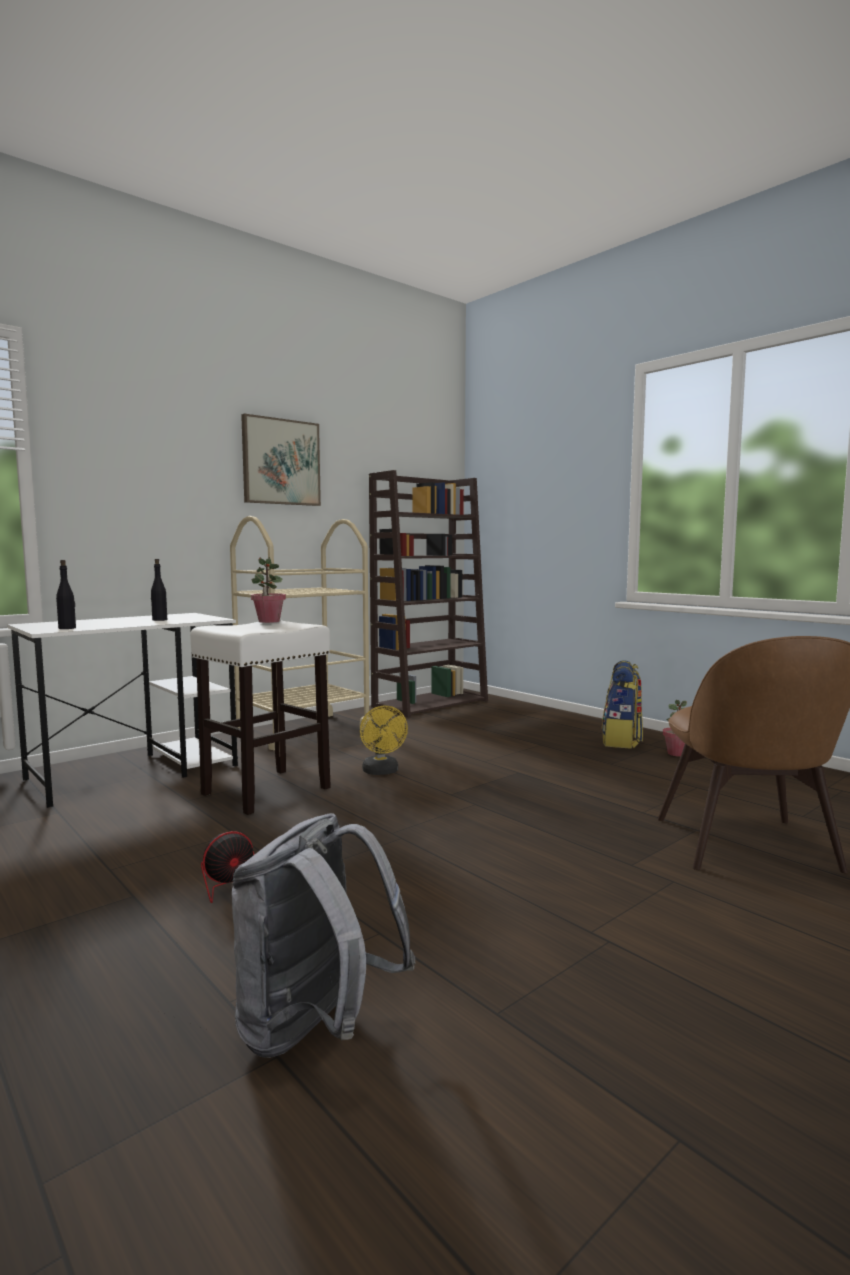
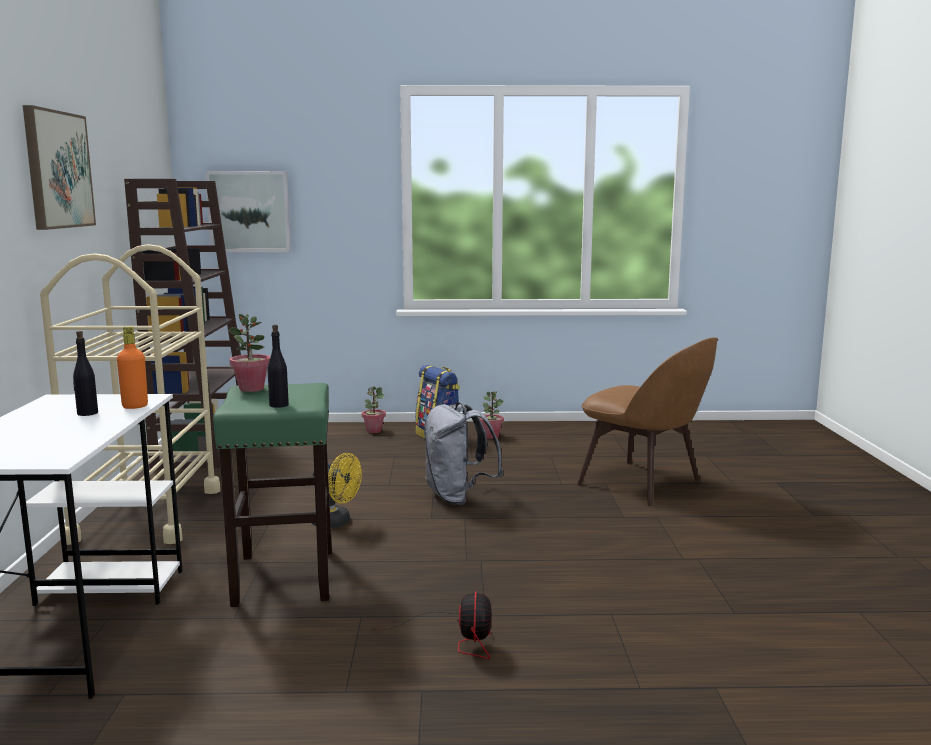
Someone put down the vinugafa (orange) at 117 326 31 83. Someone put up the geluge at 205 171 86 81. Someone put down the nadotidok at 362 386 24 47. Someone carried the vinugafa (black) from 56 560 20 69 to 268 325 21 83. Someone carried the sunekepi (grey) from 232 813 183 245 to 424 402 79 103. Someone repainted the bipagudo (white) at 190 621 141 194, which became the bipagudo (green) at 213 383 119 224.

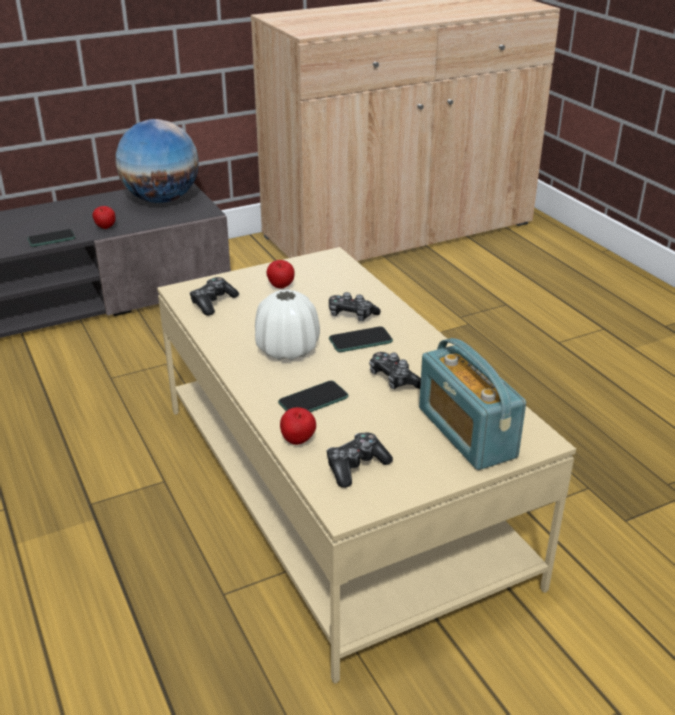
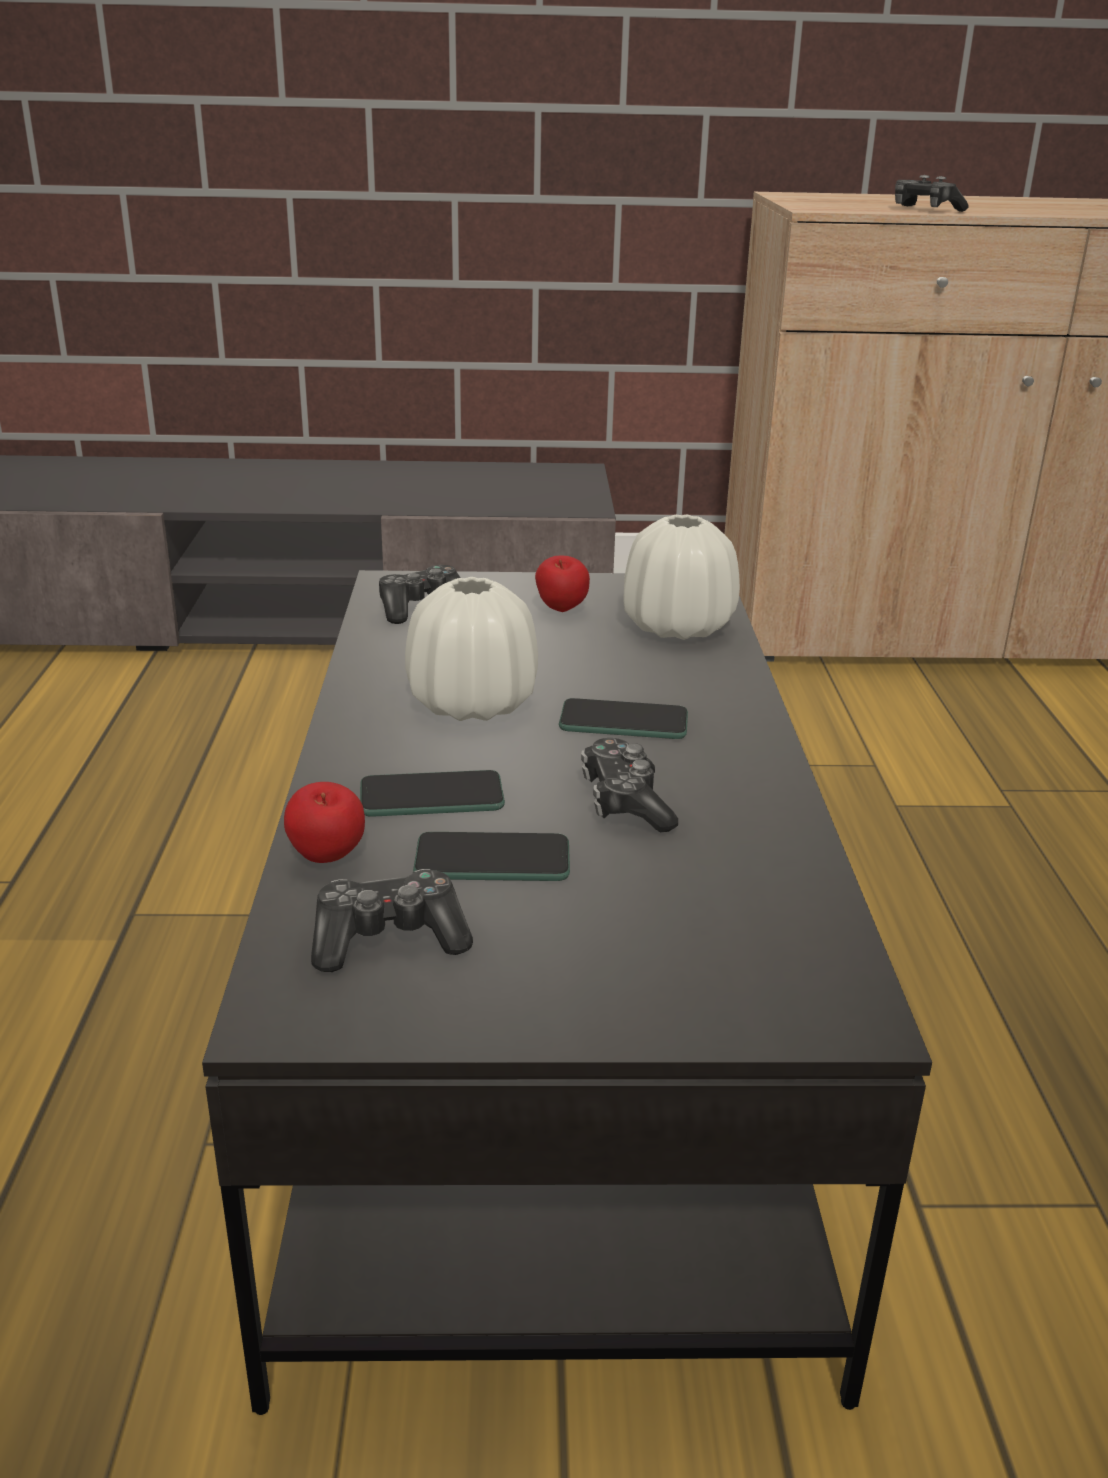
Someone took away the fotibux at 92 206 24 23. Someone took away the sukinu at 115 119 84 84. Someone took away the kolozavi at 419 338 107 132. Someone put down the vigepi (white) at 623 515 117 125. Someone carried the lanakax from 28 229 47 18 to 413 832 157 49. Someone carried the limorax from 329 292 52 29 to 895 175 74 37. Someone repainted the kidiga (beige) at 157 247 419 436, which became the kidiga (black) at 202 570 730 845.

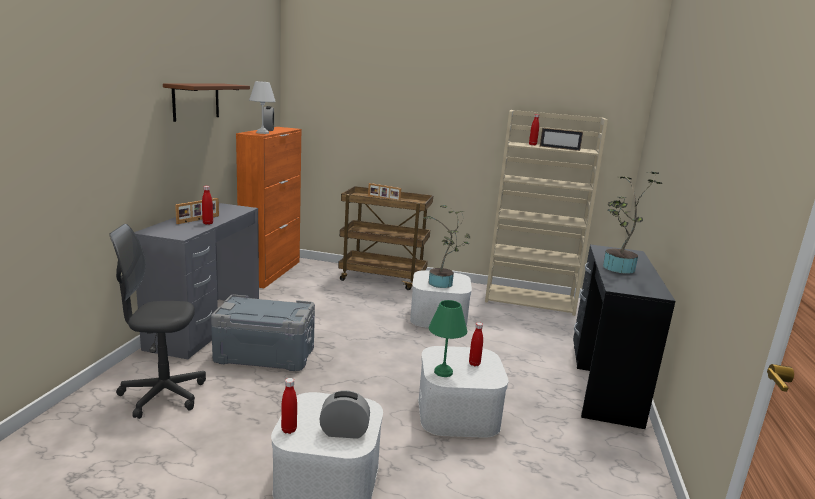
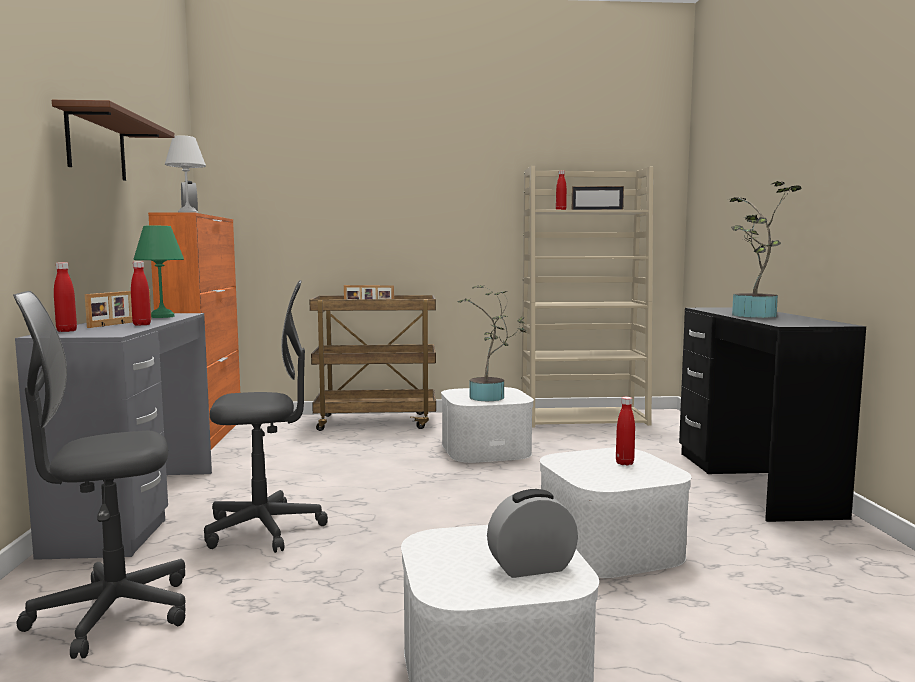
Someone carried the vinugafa (red) from 281 378 16 56 to 54 262 23 70. Someone carried the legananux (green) from 429 300 38 77 to 134 226 50 92. Someone swapped the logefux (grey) at 211 295 104 76 for the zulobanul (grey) at 204 280 124 273.

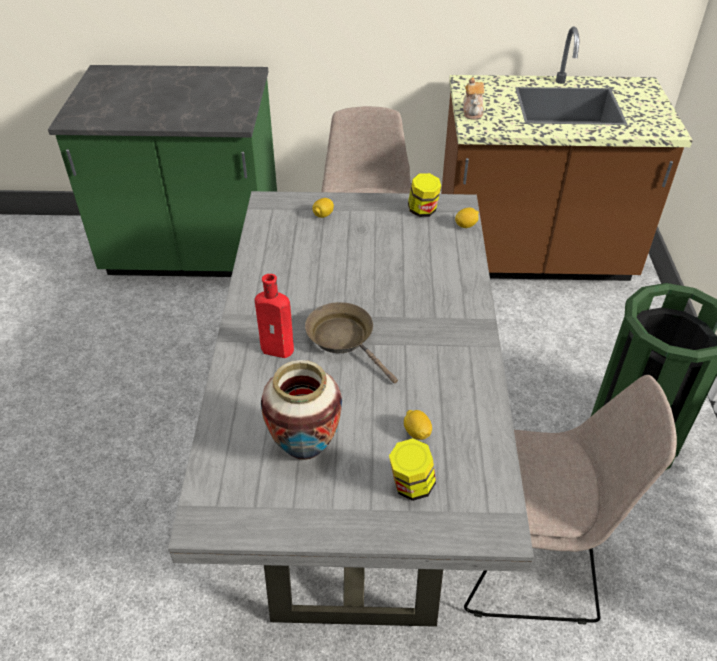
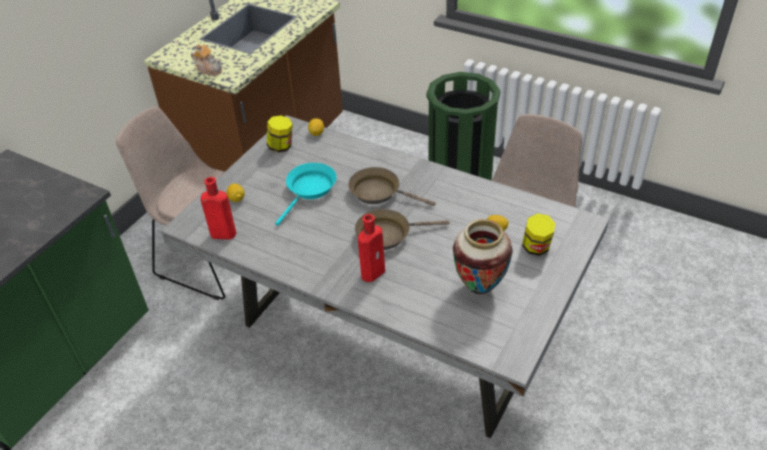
Someone put down the vinugafa (red) at 200 177 36 63. Someone put down the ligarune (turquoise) at 275 163 62 63. Someone put down the ligarune (brown) at 348 167 87 39.

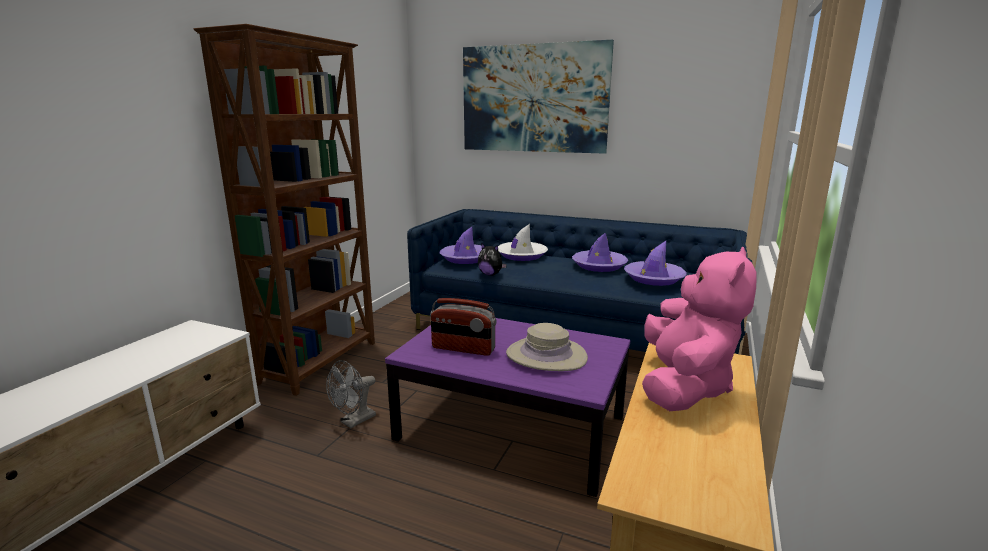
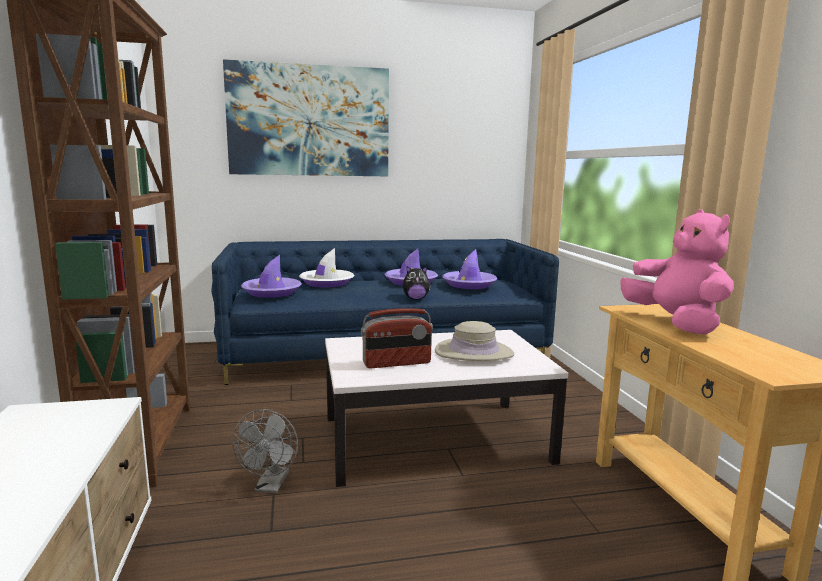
Someone carried the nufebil from 478 243 29 33 to 403 266 28 34. Someone repainted the kidiga (purple) at 385 318 245 179, which became the kidiga (white) at 325 330 243 157.

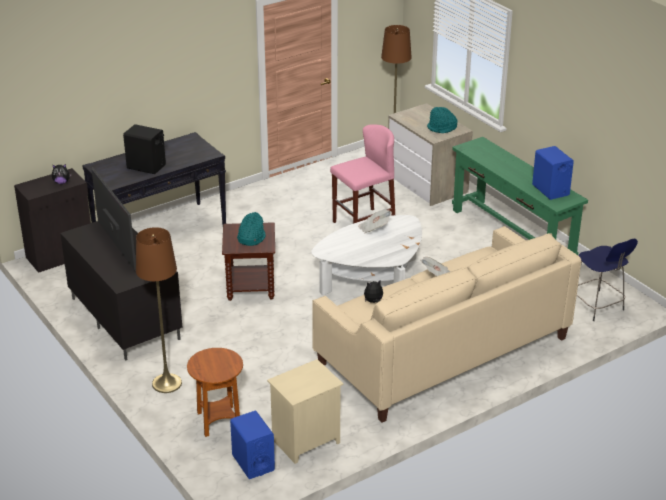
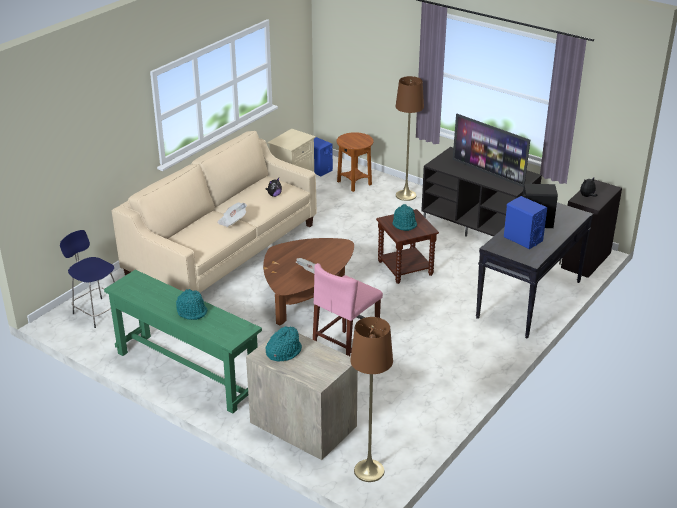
Someone put down the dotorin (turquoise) at 176 289 32 31. Someone carried the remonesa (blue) from 532 146 42 54 to 504 196 43 53. Someone repainted the kidiga (white) at 311 215 111 80, which became the kidiga (brown) at 263 238 91 87.

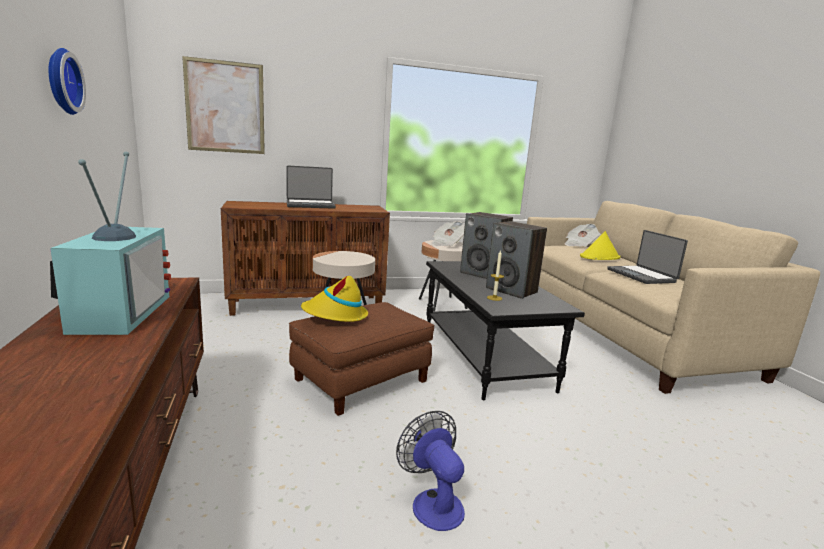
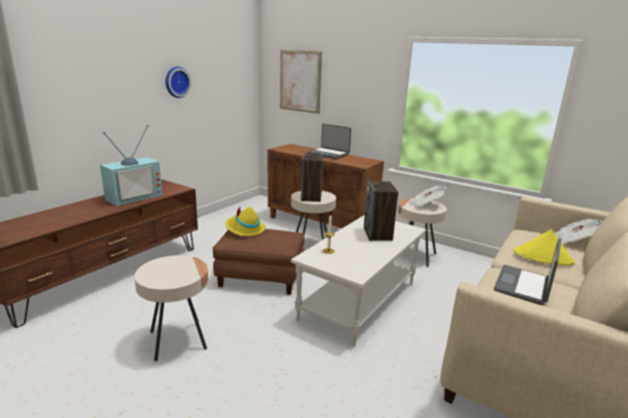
Someone carried the remonesa from 486 221 61 78 to 301 153 22 49. Someone swapped the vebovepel at 396 411 69 120 for the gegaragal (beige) at 134 255 74 106. Someone repainted the kidiga (black) at 426 261 159 139, which became the kidiga (white) at 291 215 135 131.

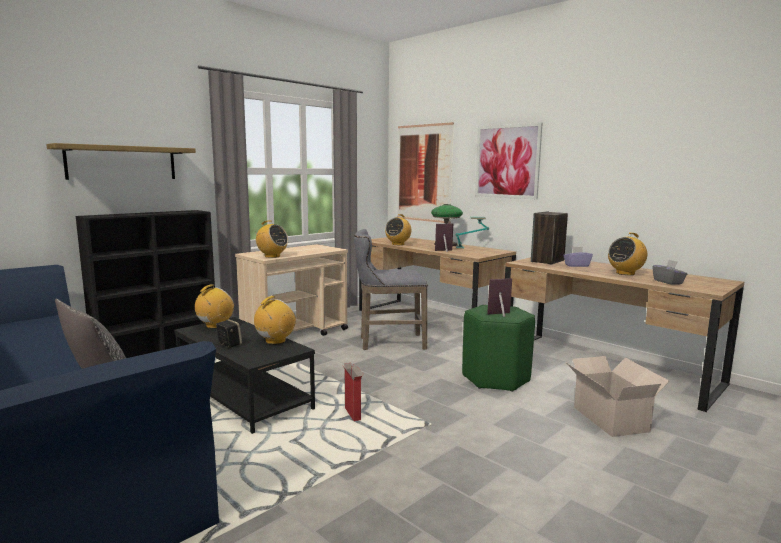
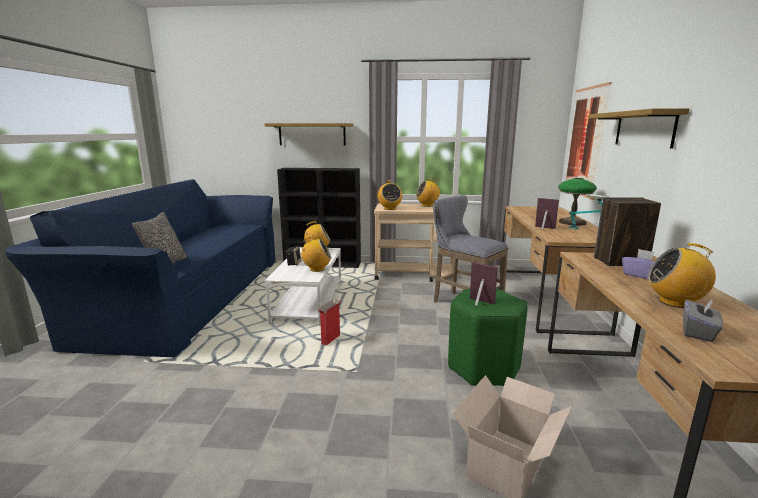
Someone carried the kolozavi from 385 214 26 31 to 416 178 24 29. Someone swapped the geluge at 475 122 68 77 for the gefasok at 588 108 101 41. Someone repainted the kidiga (black) at 174 317 141 117, which became the kidiga (white) at 265 247 76 79.

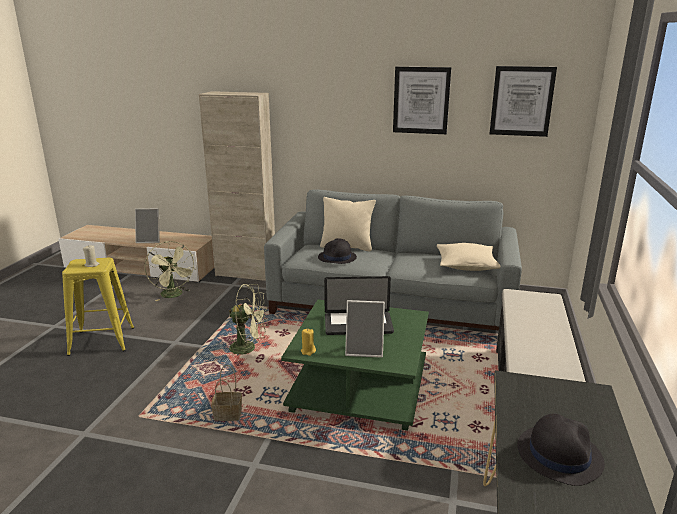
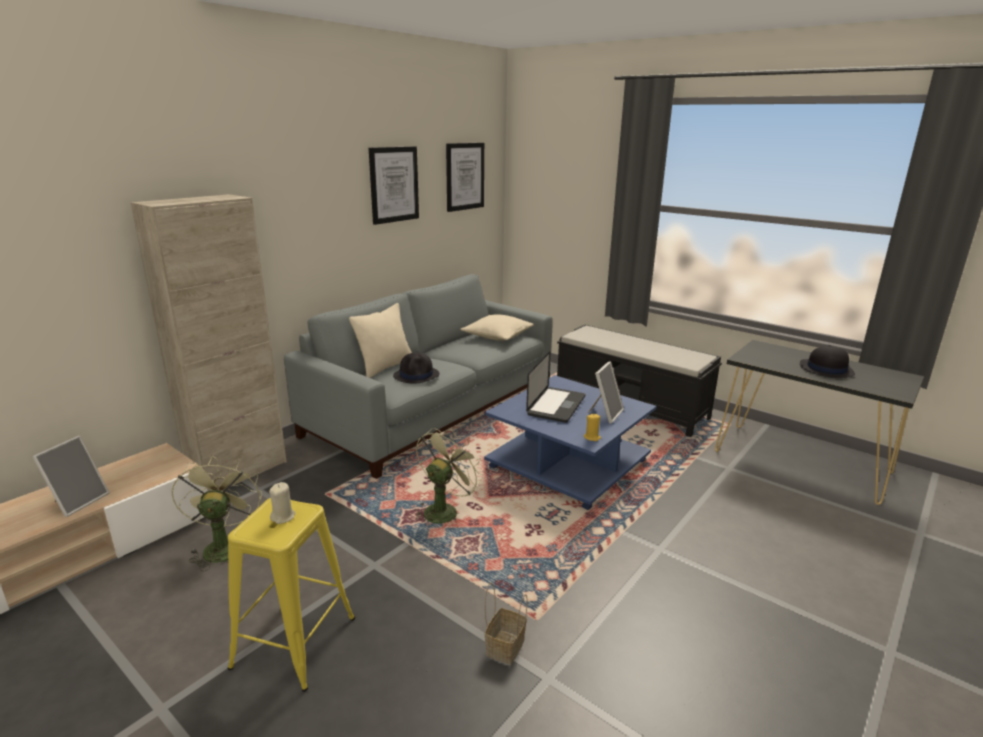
Someone carried the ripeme from 211 365 31 56 to 485 583 43 82. Someone repainted the kidiga (green) at 281 299 148 132, which became the kidiga (blue) at 484 375 173 135. Someone rotated the vebovepel (green) at 145 241 51 60 by 90 degrees counterclockwise.

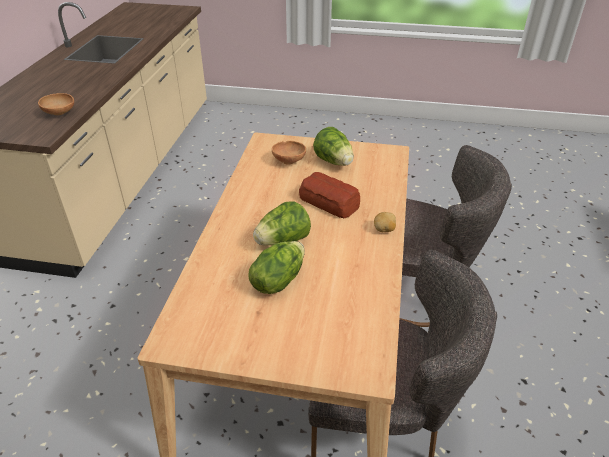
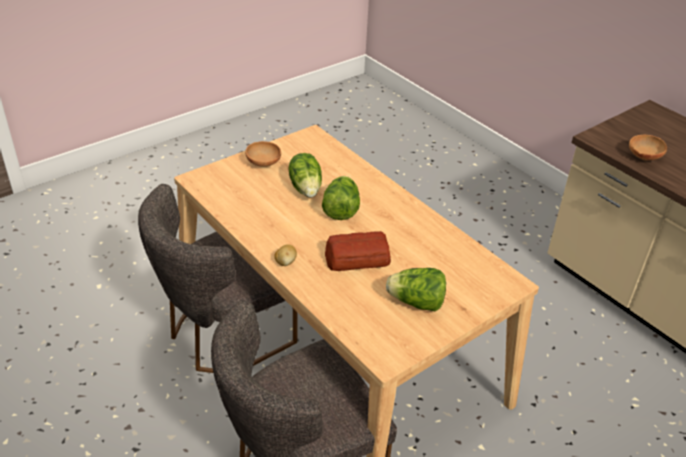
Someone carried the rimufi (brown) from 272 141 34 24 to 245 141 36 26.

